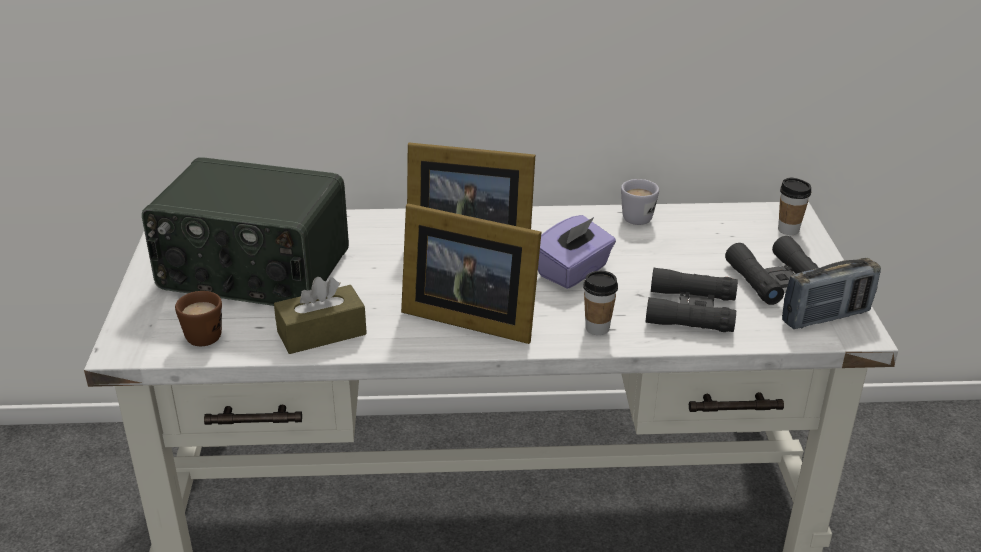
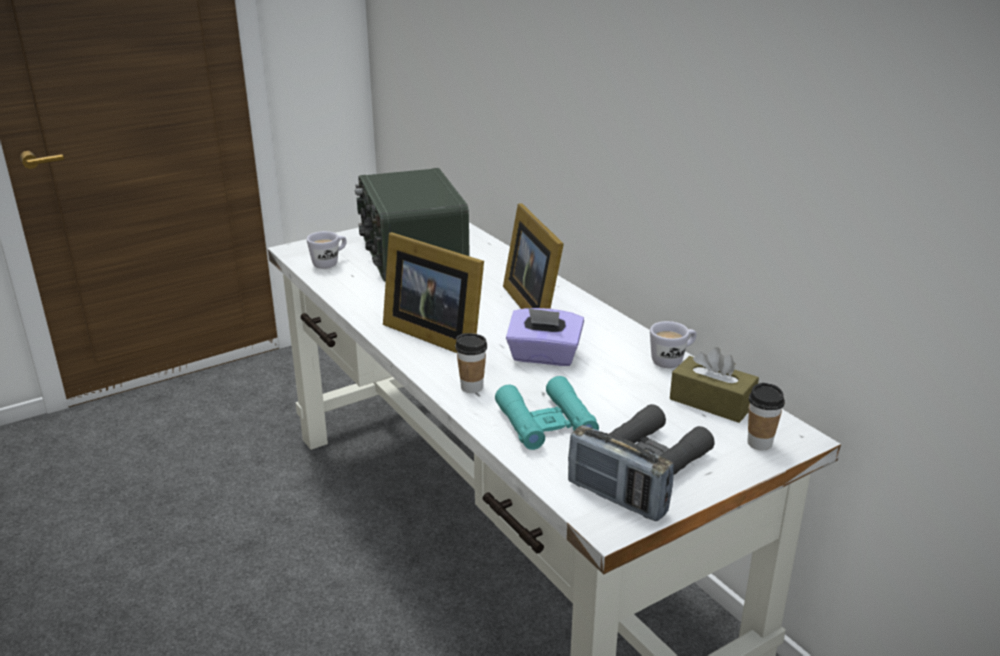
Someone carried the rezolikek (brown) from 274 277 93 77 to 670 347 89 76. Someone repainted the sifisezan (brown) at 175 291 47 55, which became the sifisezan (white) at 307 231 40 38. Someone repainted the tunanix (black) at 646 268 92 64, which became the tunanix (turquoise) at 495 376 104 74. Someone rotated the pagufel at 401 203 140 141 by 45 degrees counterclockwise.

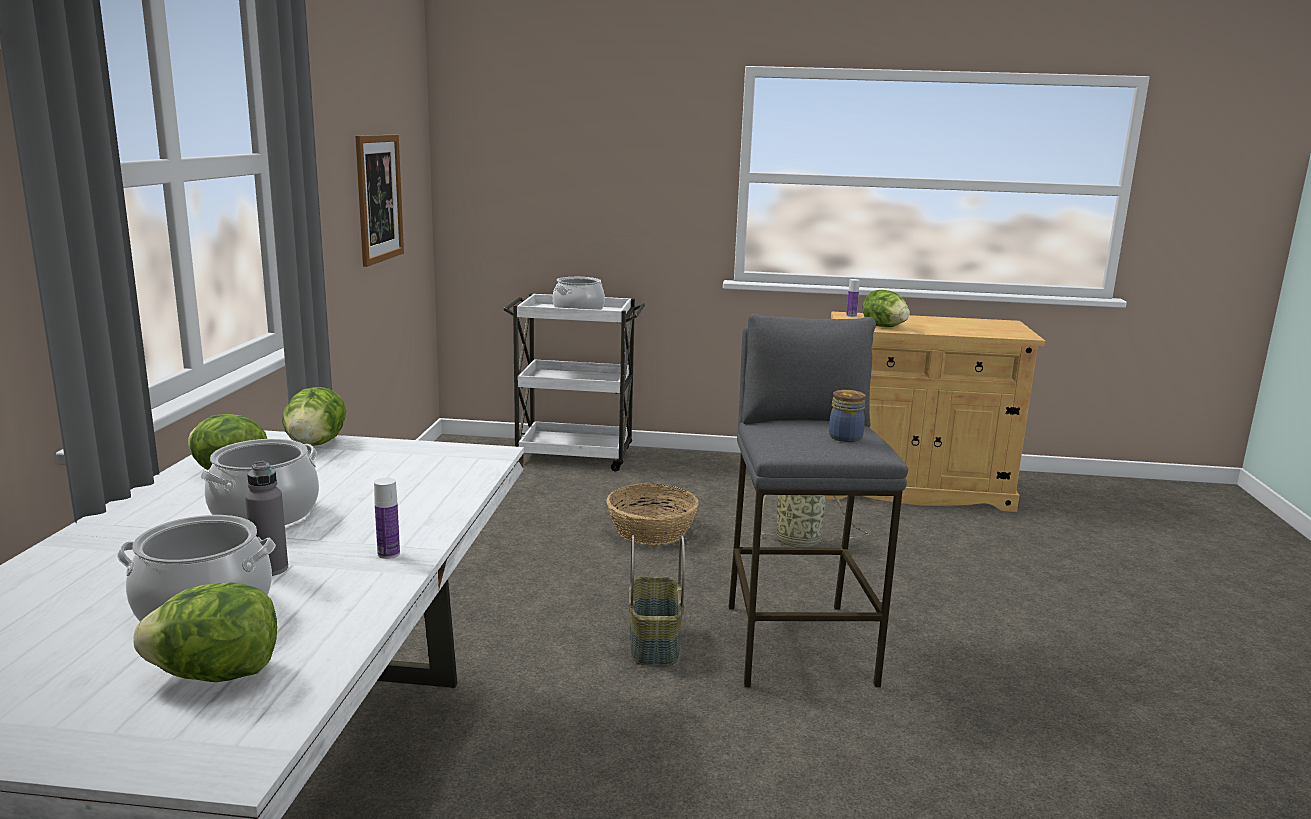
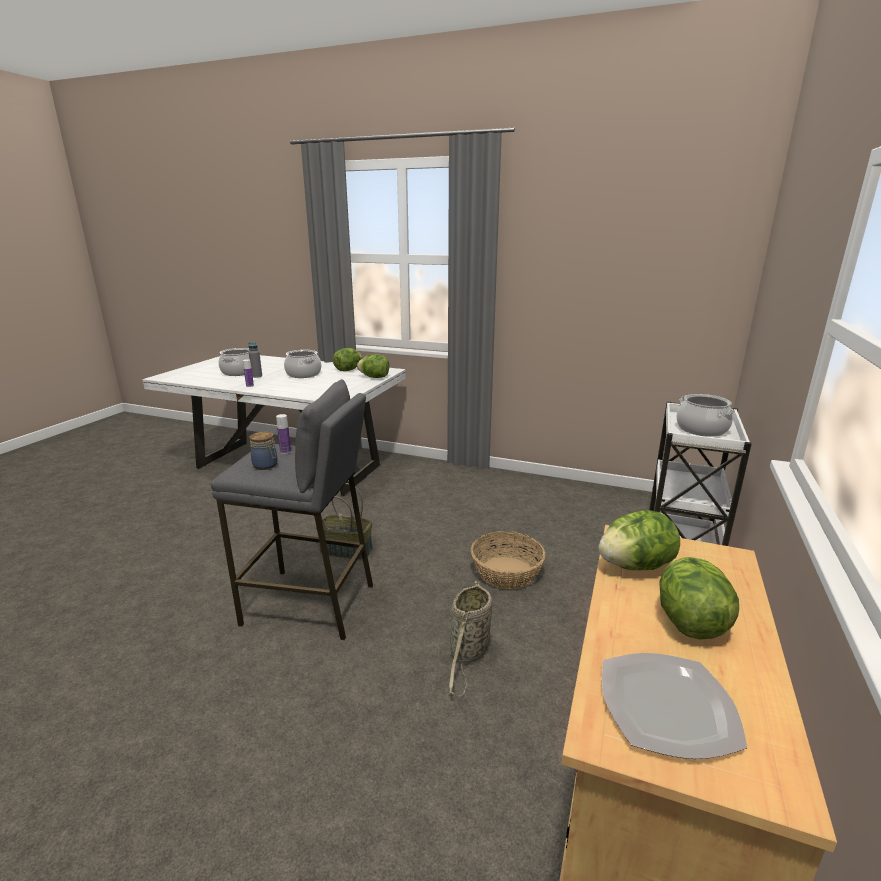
Someone took away the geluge at 355 134 49 133. Someone put down the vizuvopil at 602 653 145 106. Someone carried the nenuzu from 133 583 144 99 to 660 557 79 82. Someone carried the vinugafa from 846 279 14 38 to 276 414 15 40.

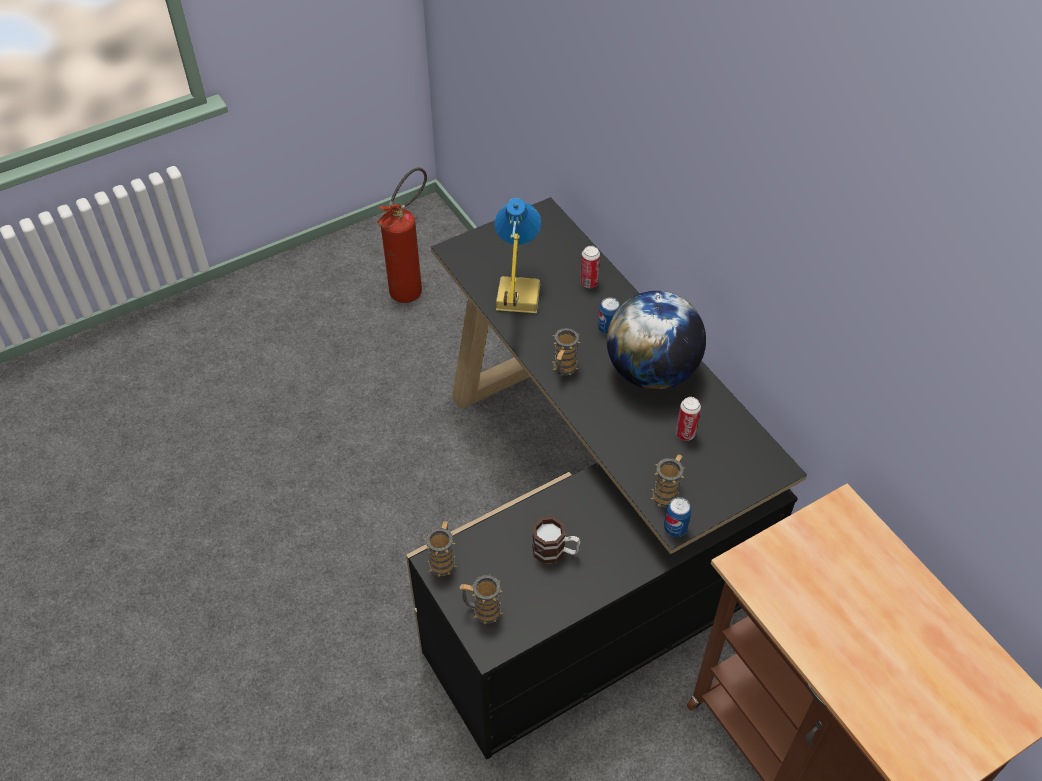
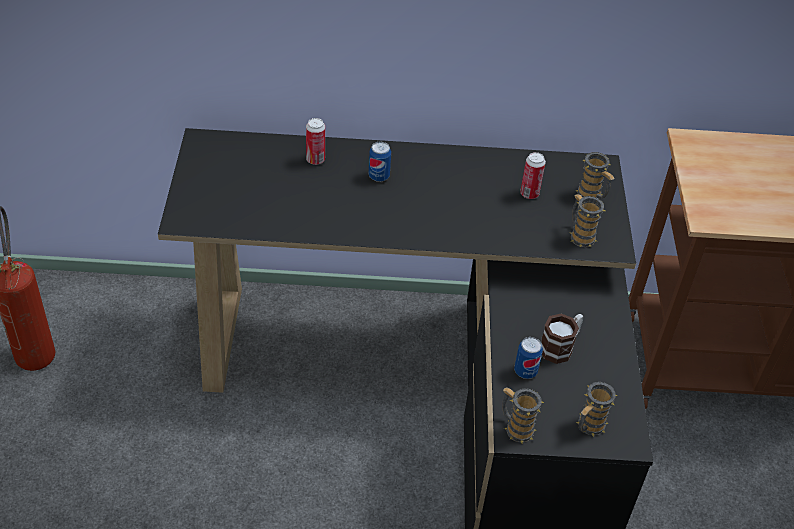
Someone took away the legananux at 495 198 46 115. Someone took away the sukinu at 607 291 99 99. Someone carried the sifisezan from 553 328 27 48 to 575 152 39 47. Someone carried the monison from 664 497 27 40 to 514 337 29 42.

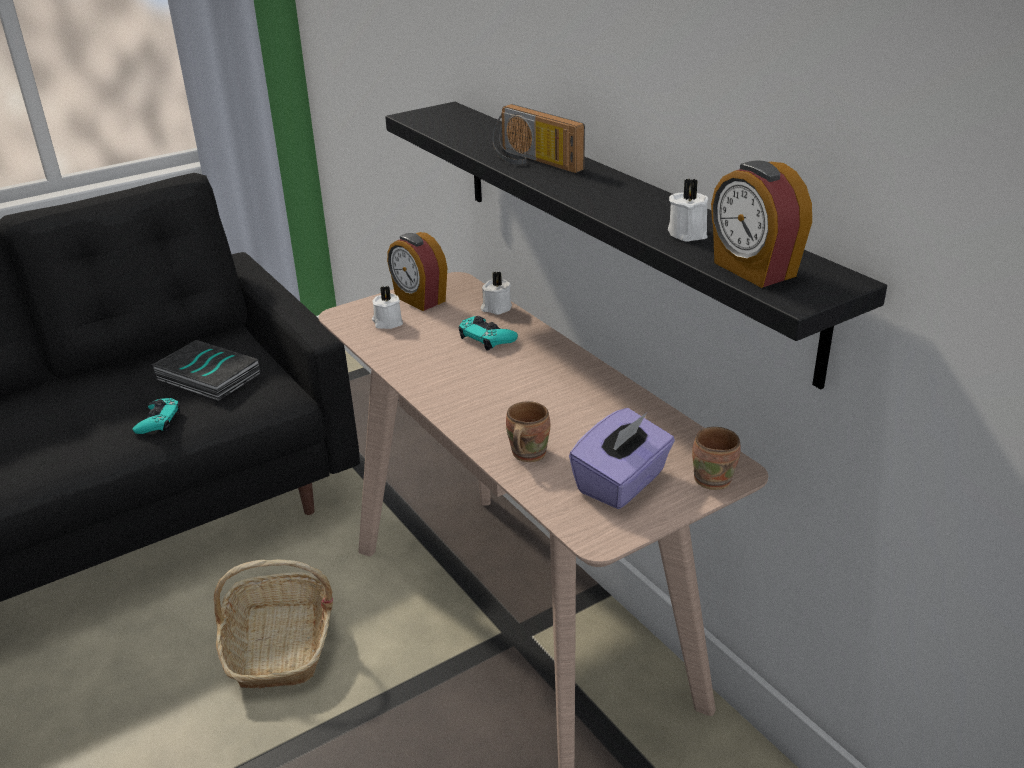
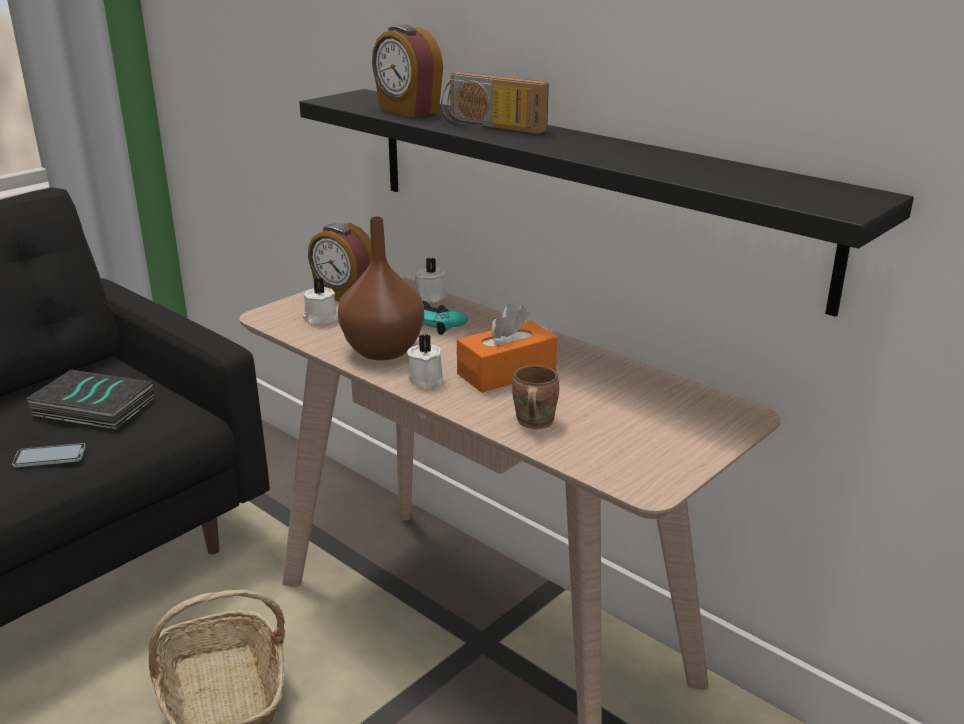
Someone took away the rezolikek (purple) at 569 408 106 101. Someone took away the sifisezan (brown) at 692 427 49 63. Someone put down the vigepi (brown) at 338 216 86 144. Someone put down the rezolikek (orange) at 457 304 100 89. Someone carried the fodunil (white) from 668 179 40 62 to 407 334 37 55. Someone carried the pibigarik from 711 160 101 128 to 372 25 71 93. Someone swapped the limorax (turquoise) at 132 398 48 36 for the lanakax at 12 443 74 24.

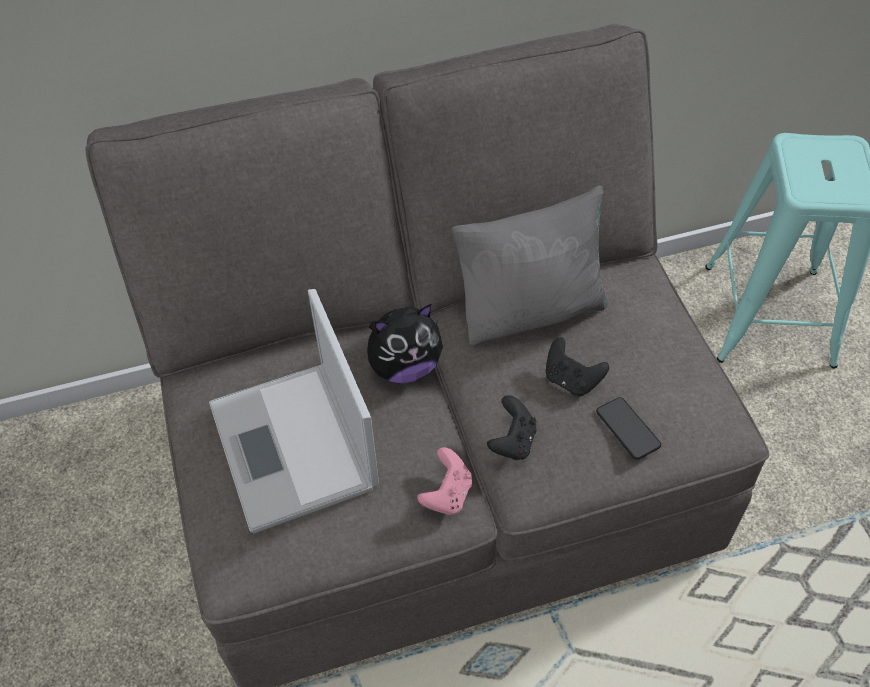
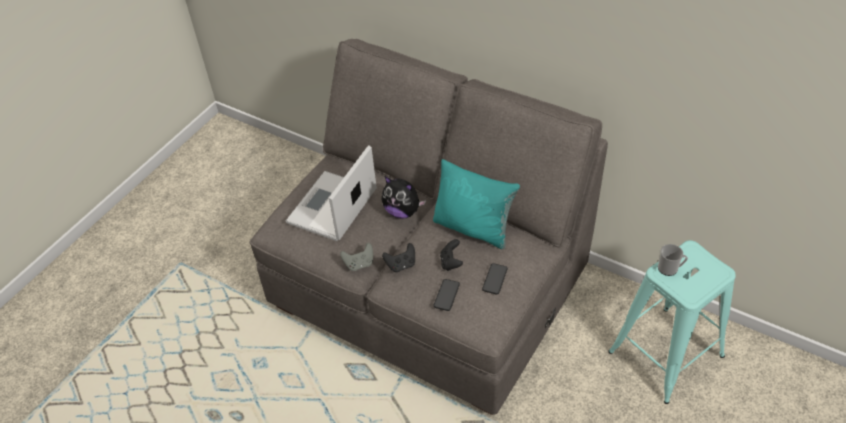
Someone put down the lanakax at 482 263 26 31. Someone put down the sifisezan at 658 244 30 32. Someone repainted the limorax (pink) at 417 447 55 68, which became the limorax (grey) at 340 243 33 28. Someone repainted the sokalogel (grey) at 452 185 156 160, which became the sokalogel (turquoise) at 433 159 87 90.

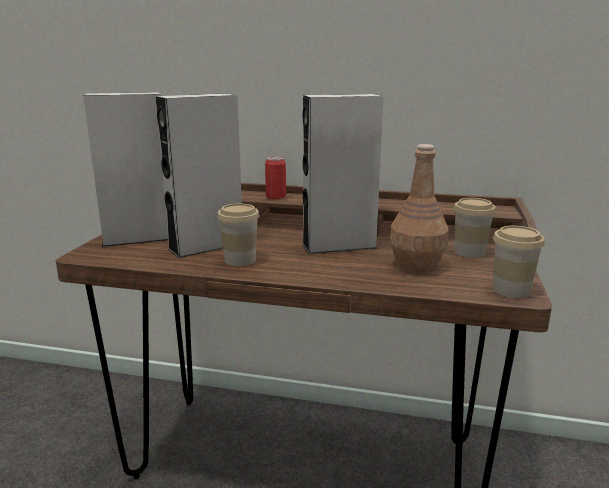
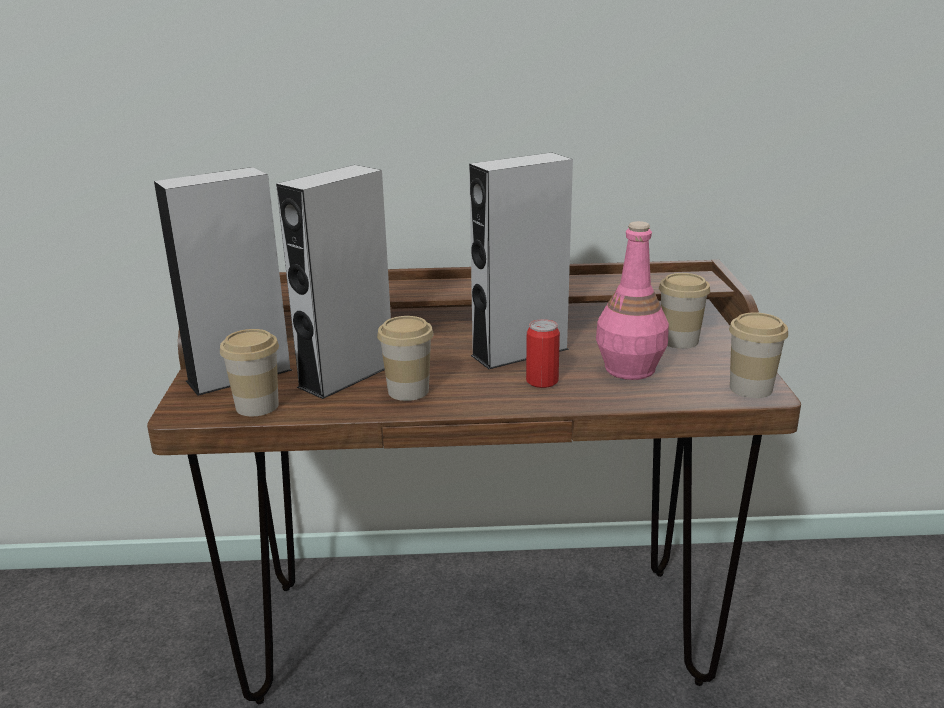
Someone put down the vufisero at 220 329 59 87. Someone carried the monison from 265 156 21 43 to 526 319 34 69. Someone repainted the vinugafa (brown) at 390 144 59 130, which became the vinugafa (pink) at 596 221 73 159.

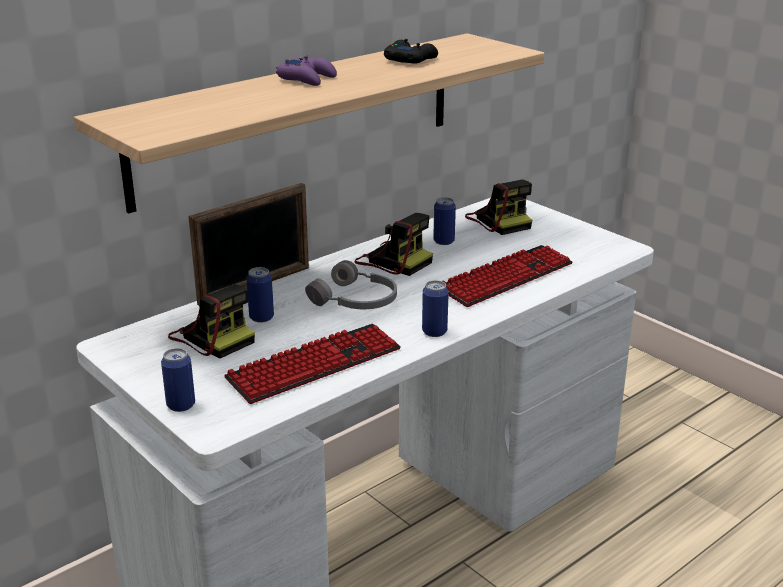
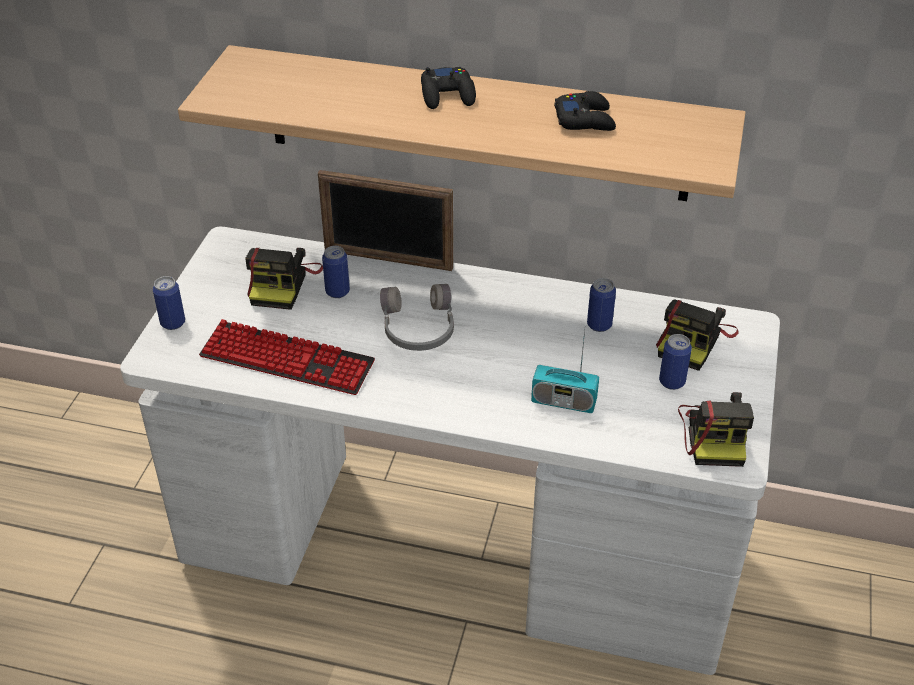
Someone carried the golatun from 355 213 78 63 to 678 392 76 75. Someone carried the monison from 422 280 27 57 to 659 334 33 56. Someone swapped the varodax at 442 245 131 62 for the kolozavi at 531 330 68 83. Someone repainted the limorax (purple) at 276 55 61 31, which became the limorax (black) at 421 67 55 42.

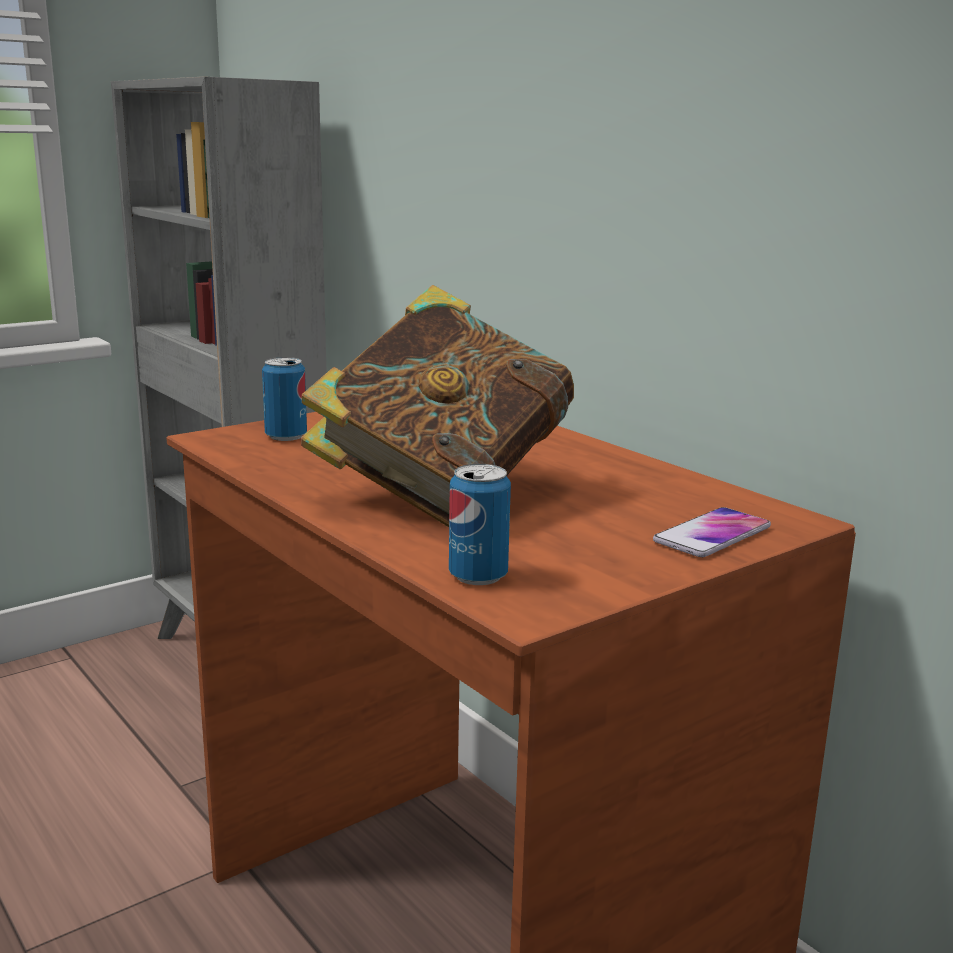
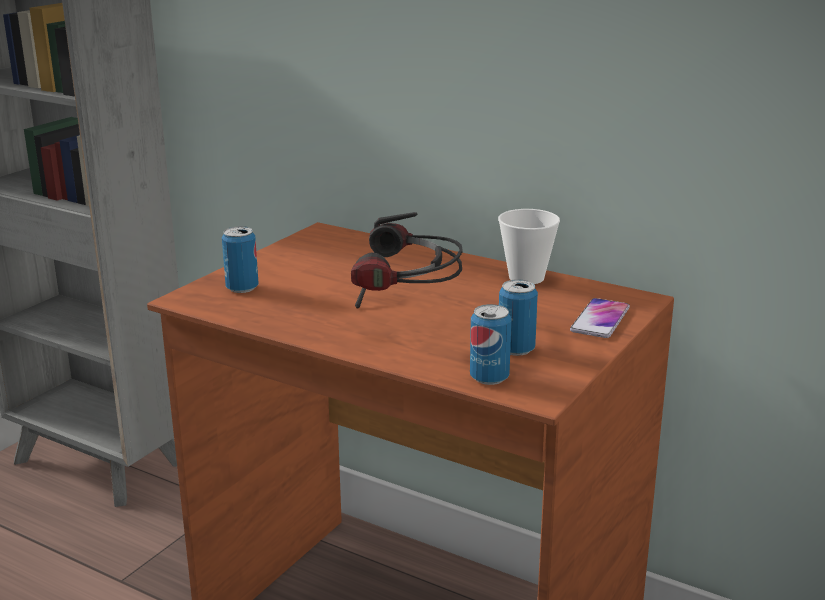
Someone put down the vufisero at 498 209 62 75. Someone put down the monison at 499 279 39 77. Someone swapped the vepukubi at 301 285 273 242 for the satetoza at 351 212 112 97.

